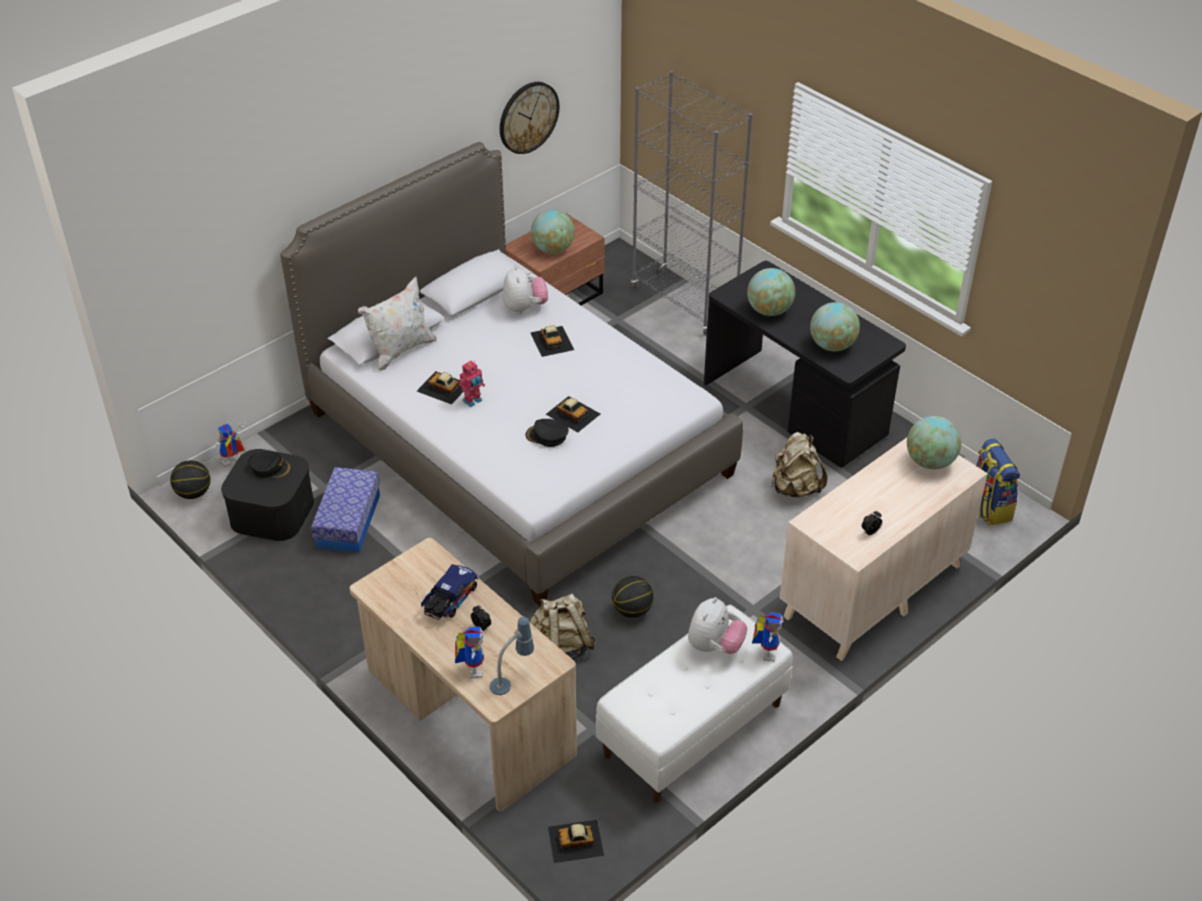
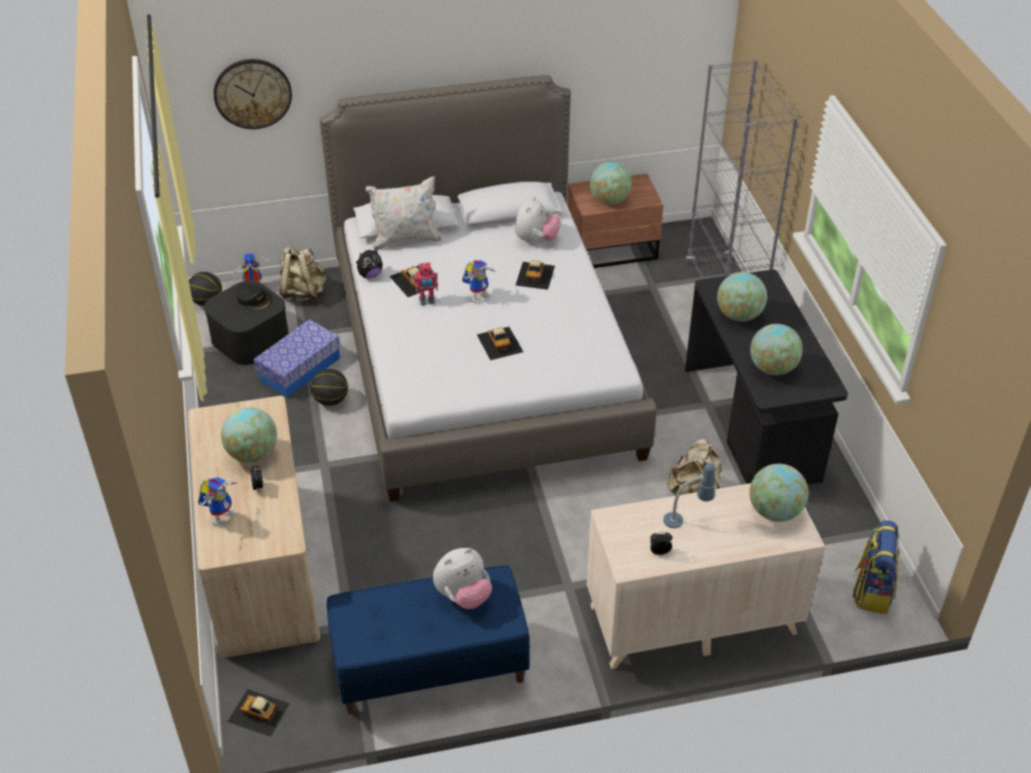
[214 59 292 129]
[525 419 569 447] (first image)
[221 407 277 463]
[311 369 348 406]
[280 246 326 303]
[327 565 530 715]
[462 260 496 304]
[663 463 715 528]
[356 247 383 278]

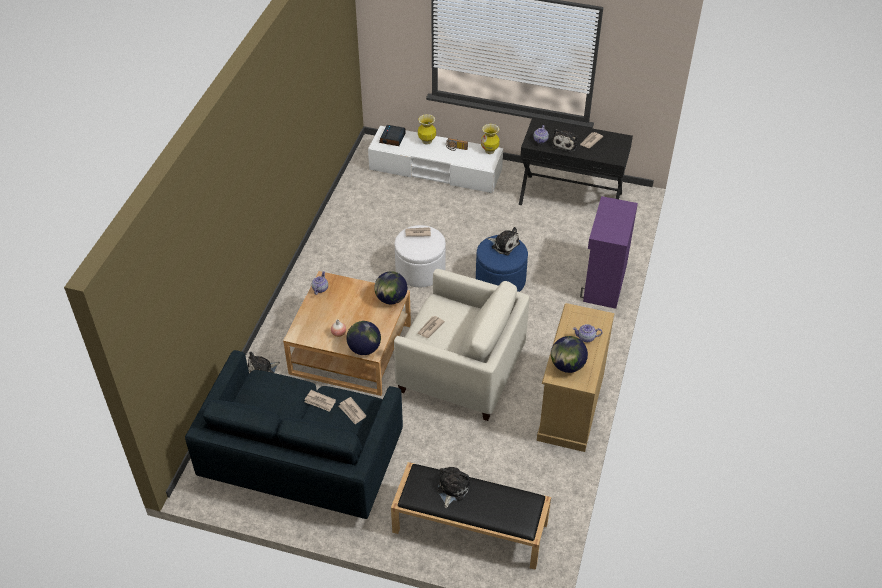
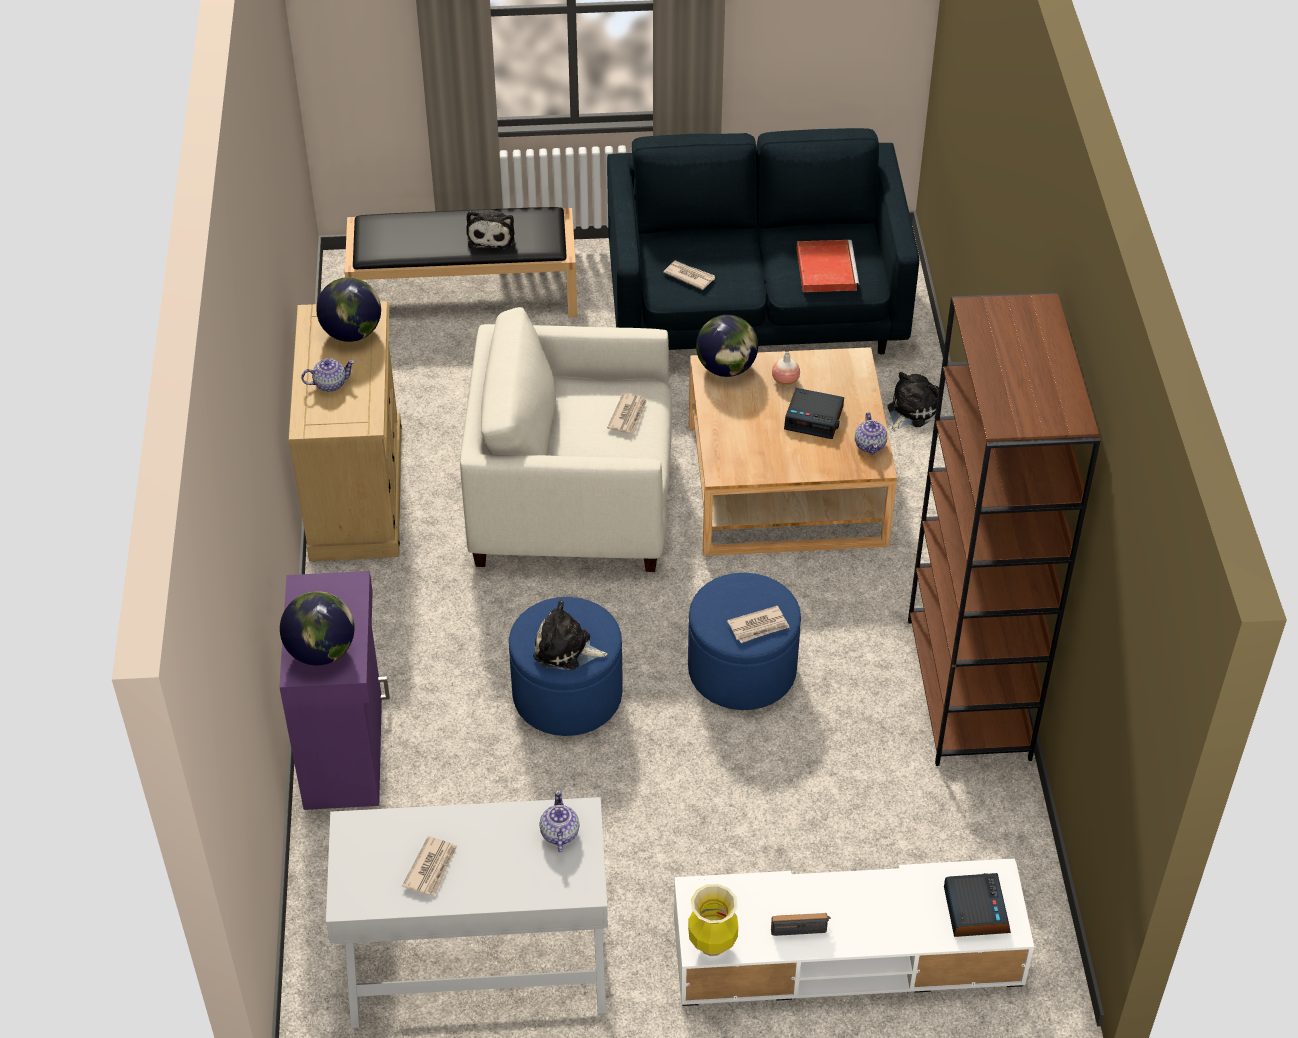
[418 114 436 145] (first image)
[326 797 608 1028]
[552 129 578 152] (first image)
[688 573 801 710]
[280 591 354 665]
[304 390 336 412] (first image)
[796 240 859 292]
[908 292 1101 766]
[784 388 844 439]

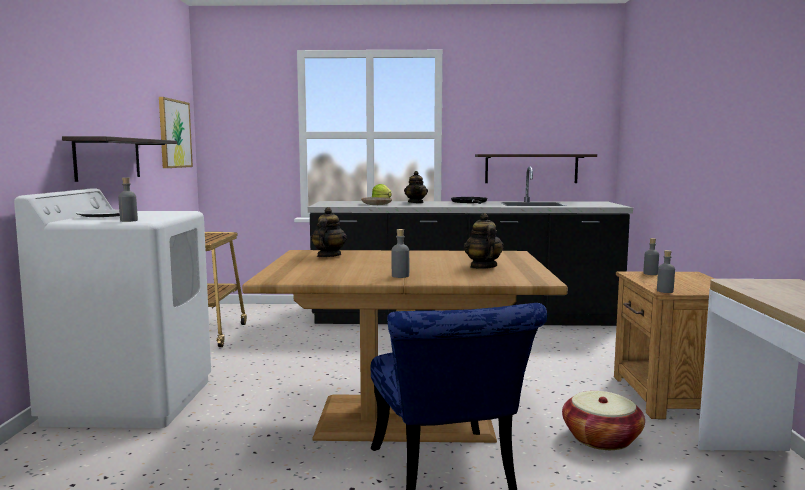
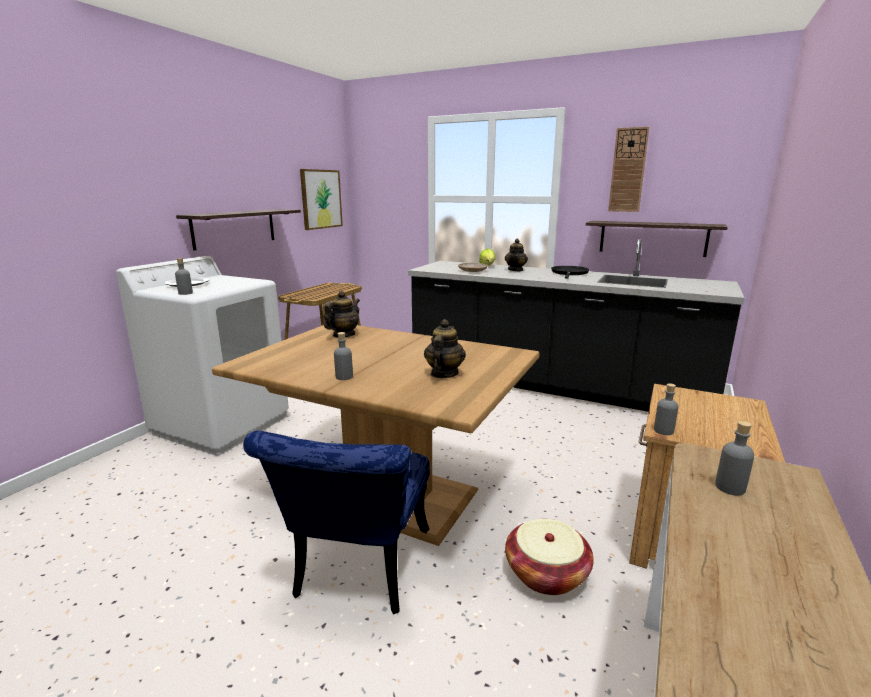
[715 421 754 496]
[608 127 649 212]

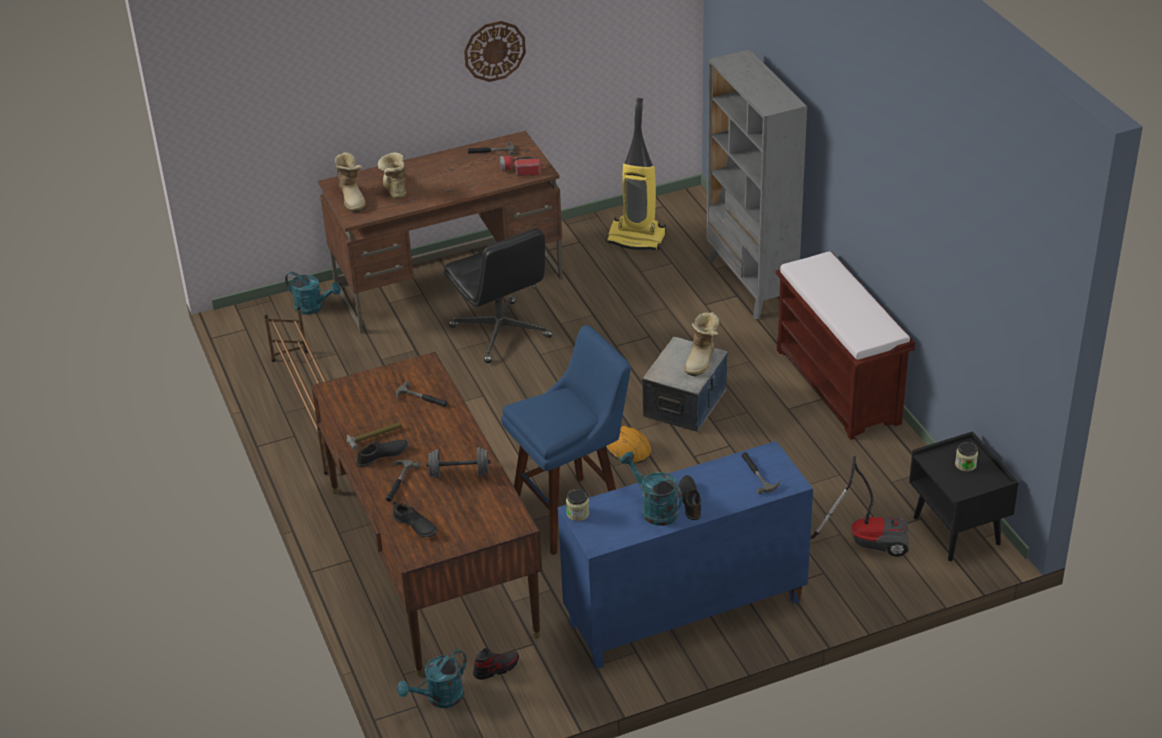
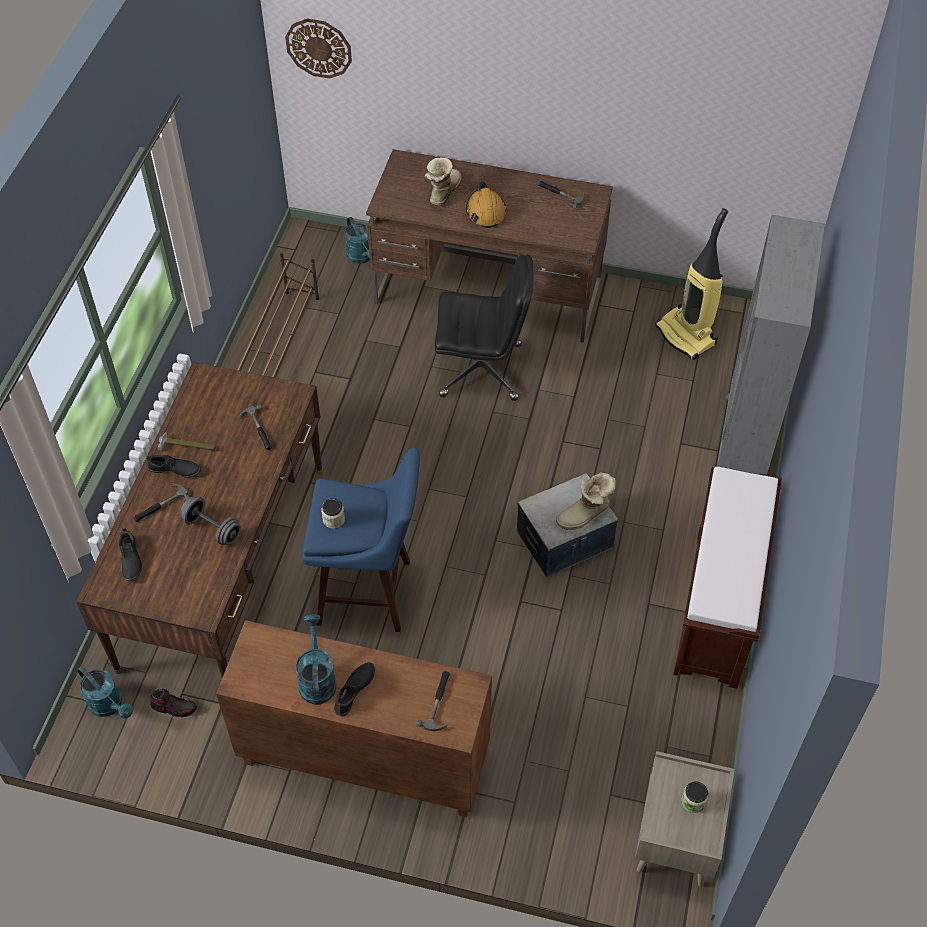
[285 19 352 79]
[335 152 366 213] (first image)
[500 156 541 176] (first image)
[435 255 533 401]
[466 181 507 228]
[635 751 735 887]
[216 620 492 818]
[810 456 909 557] (first image)
[321 498 345 528]
[77 666 133 719]

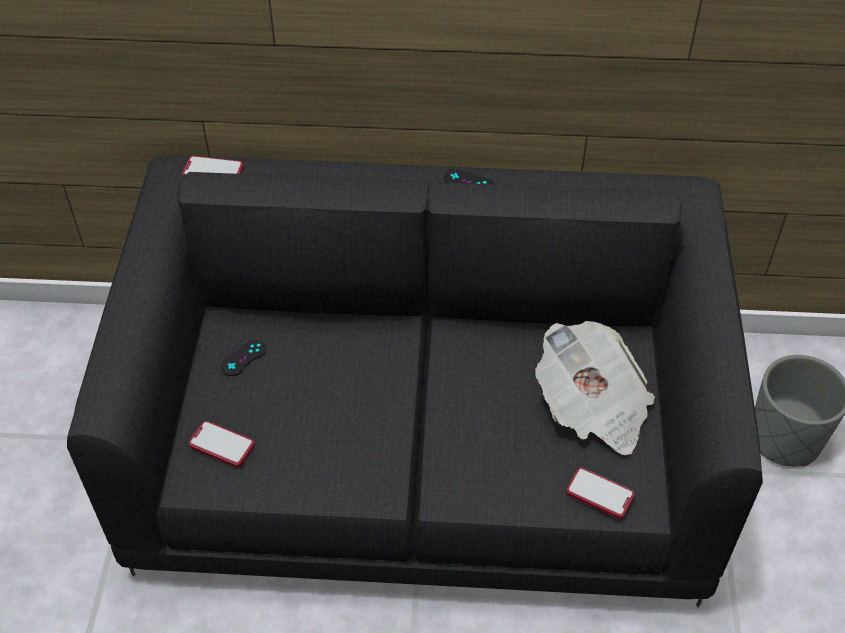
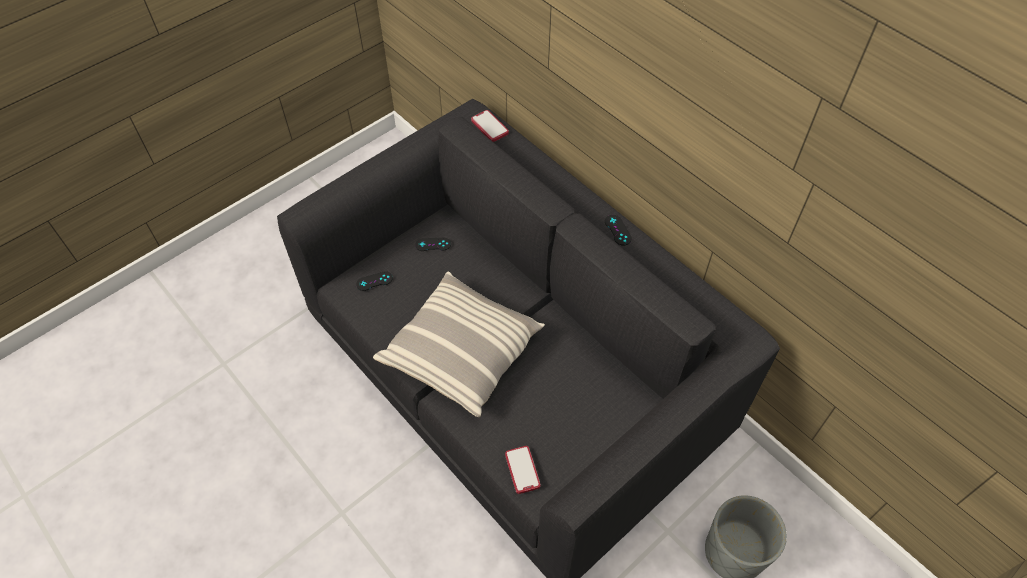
[535 321 655 455] (first image)
[356 271 393 291]
[373 272 545 417]

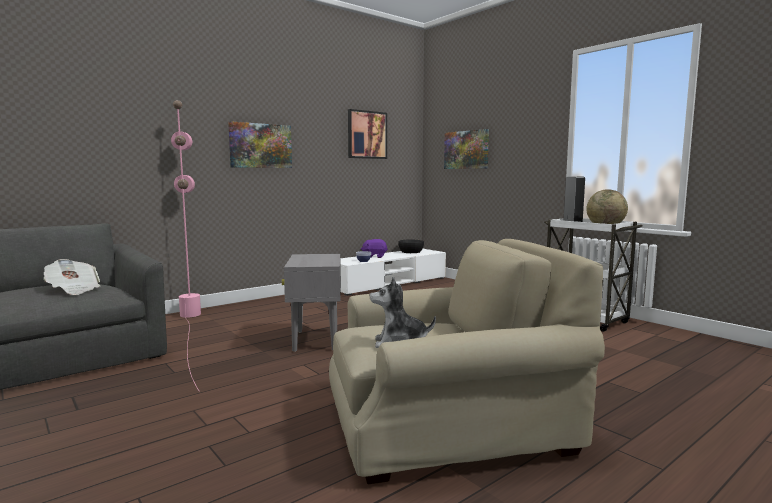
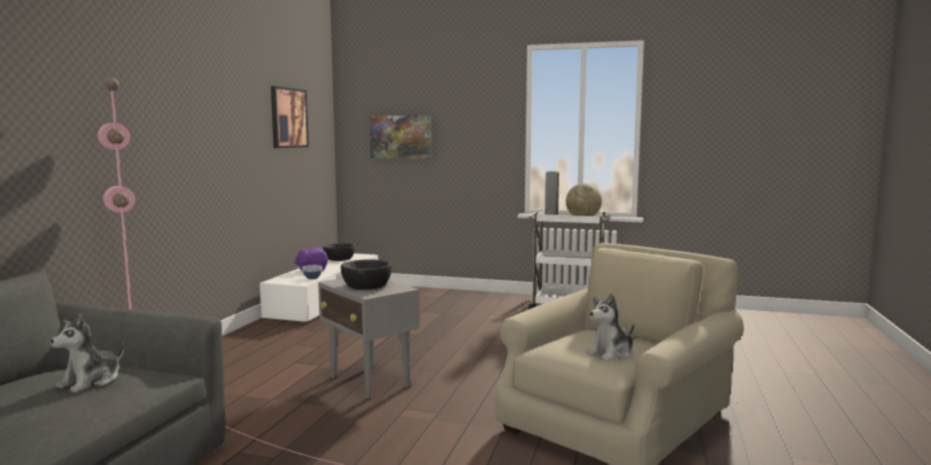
[228 121 292 168] (first image)
[50 314 124 393]
[341 259 392 290]

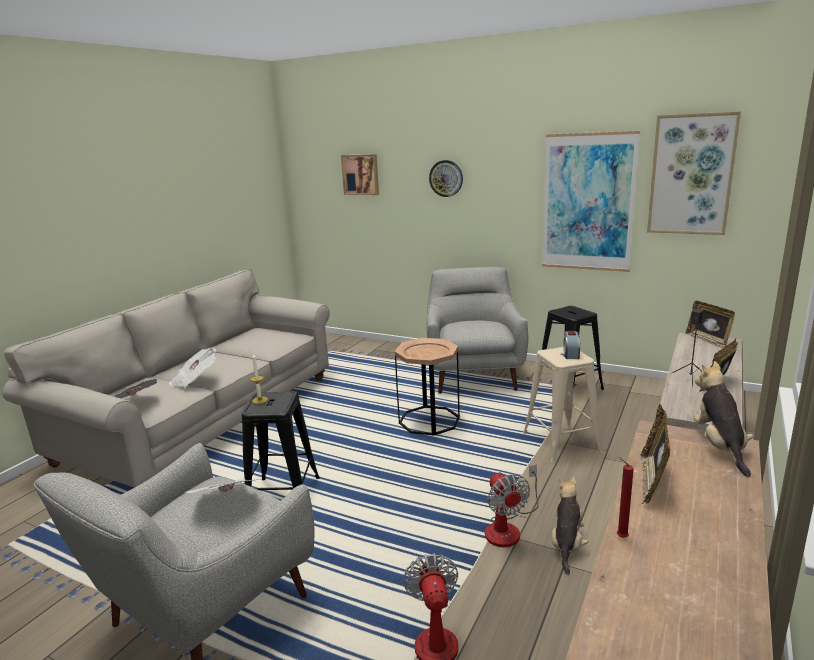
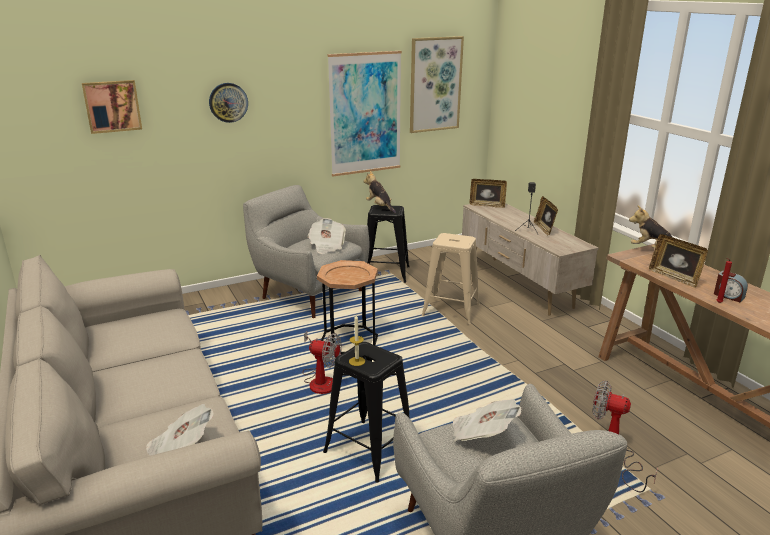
[714 271 748 302]
[308 218 346 254]
[302 331 342 394]
[363 171 396 213]

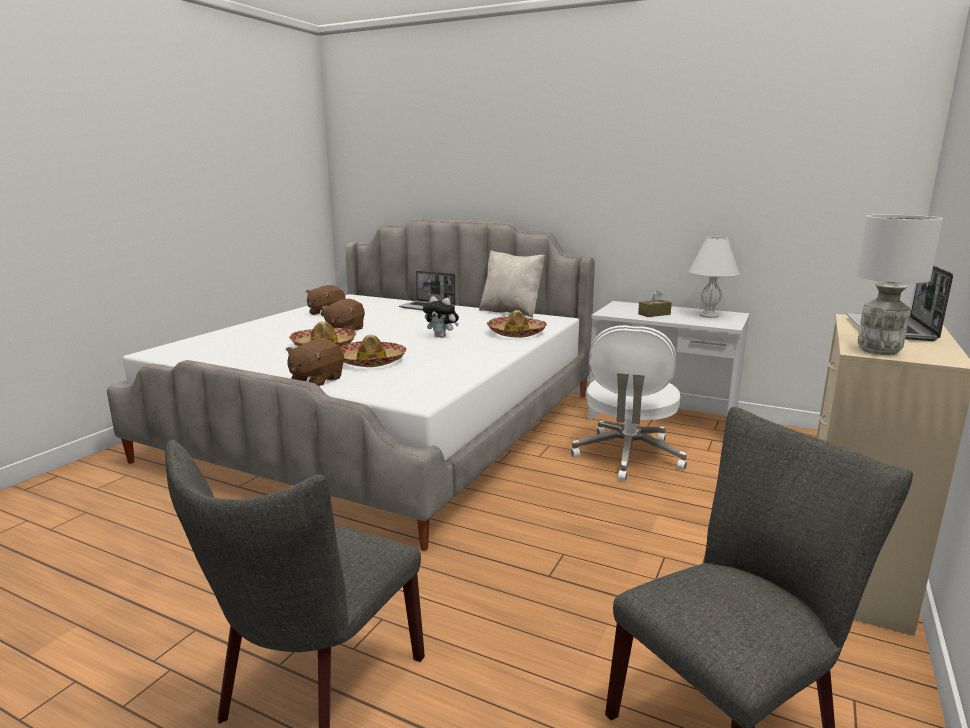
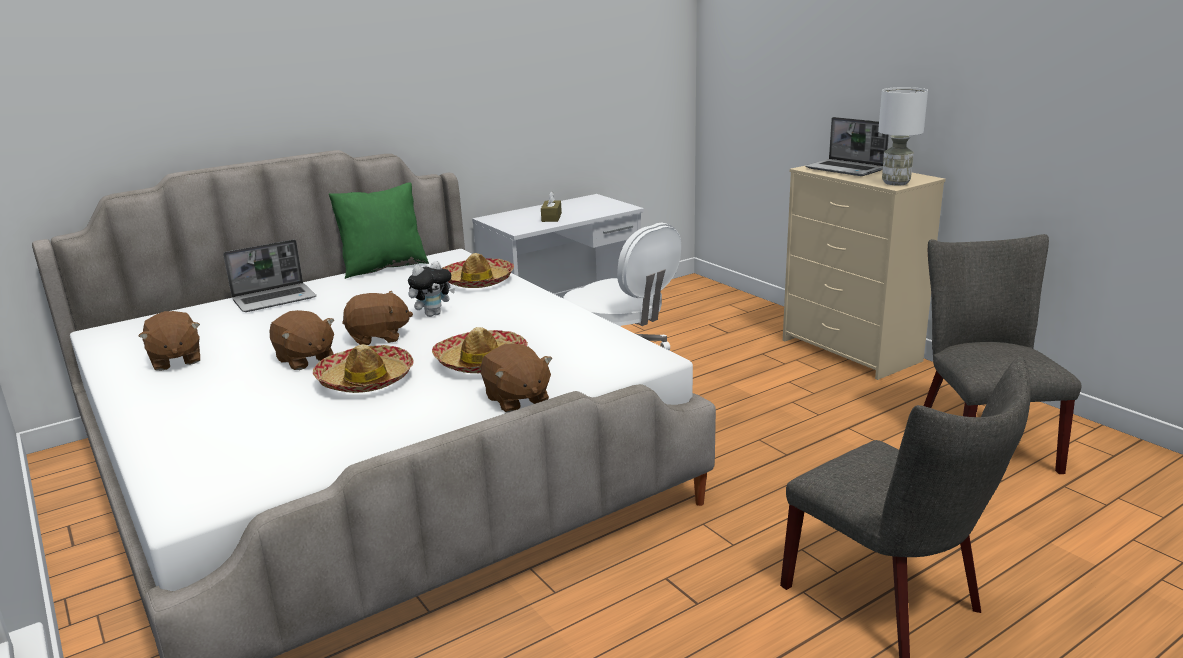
[688 236 740 318] (first image)
[329 182 429 279]
[342 291 413 345]

